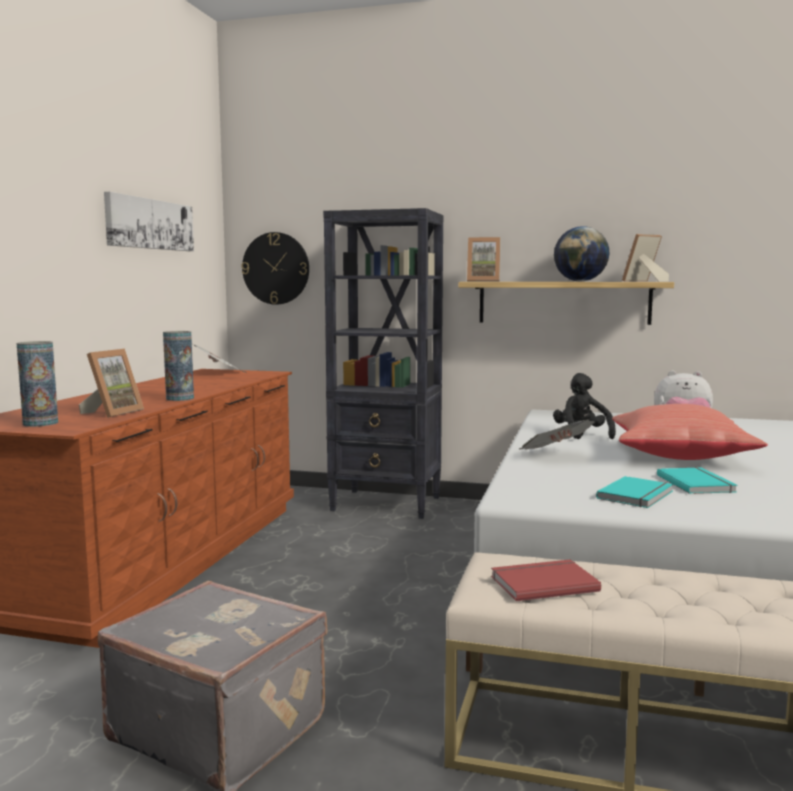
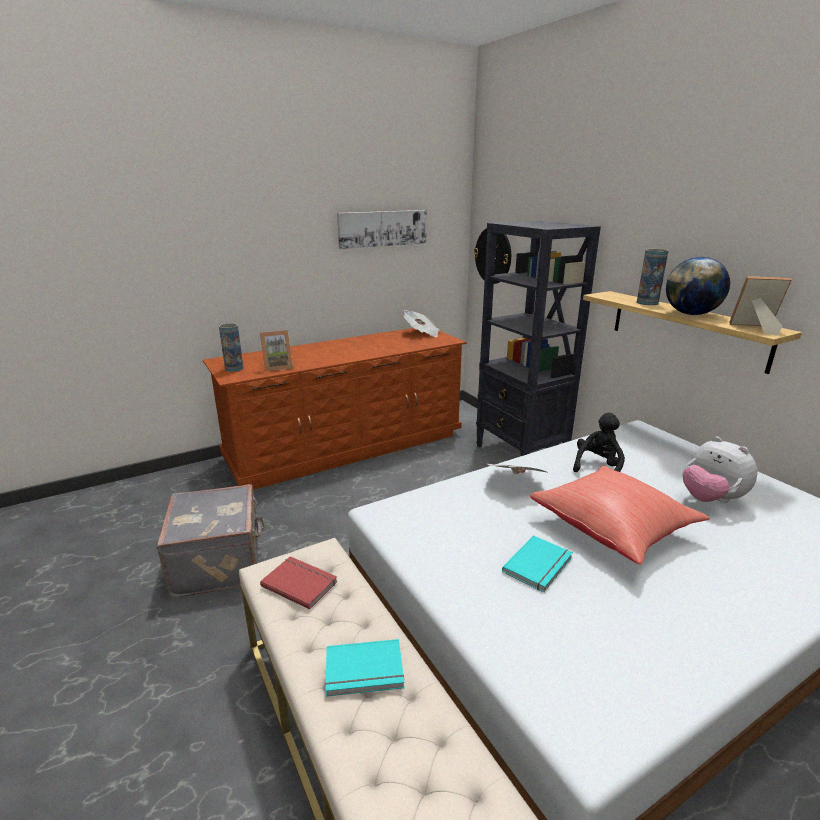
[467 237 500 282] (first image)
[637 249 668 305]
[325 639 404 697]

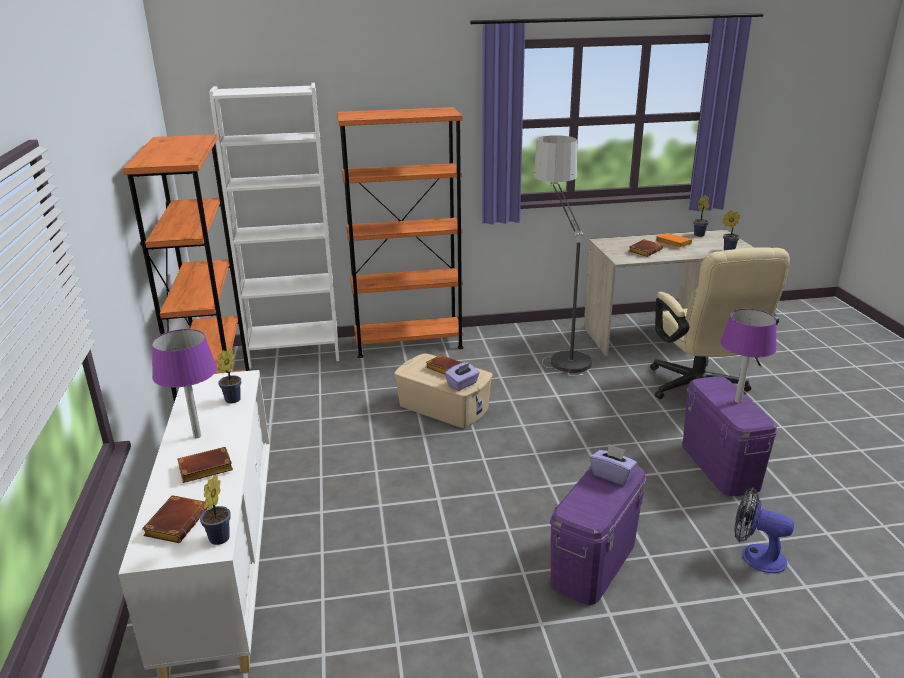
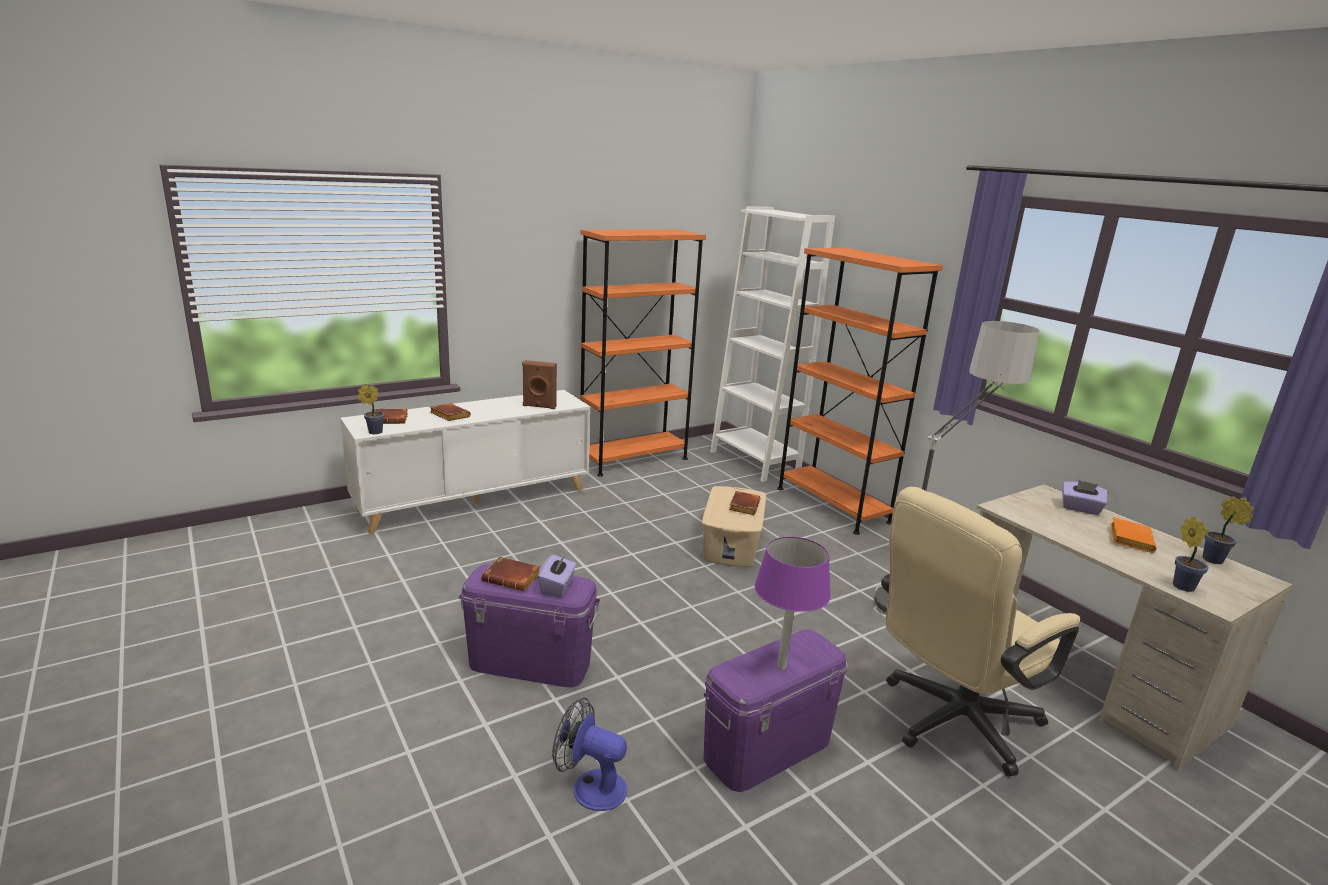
[481 557 541 591]
[152 329 217 438] (first image)
[522 360 557 409]
[1062 480 1107 515]
[552 697 627 811]

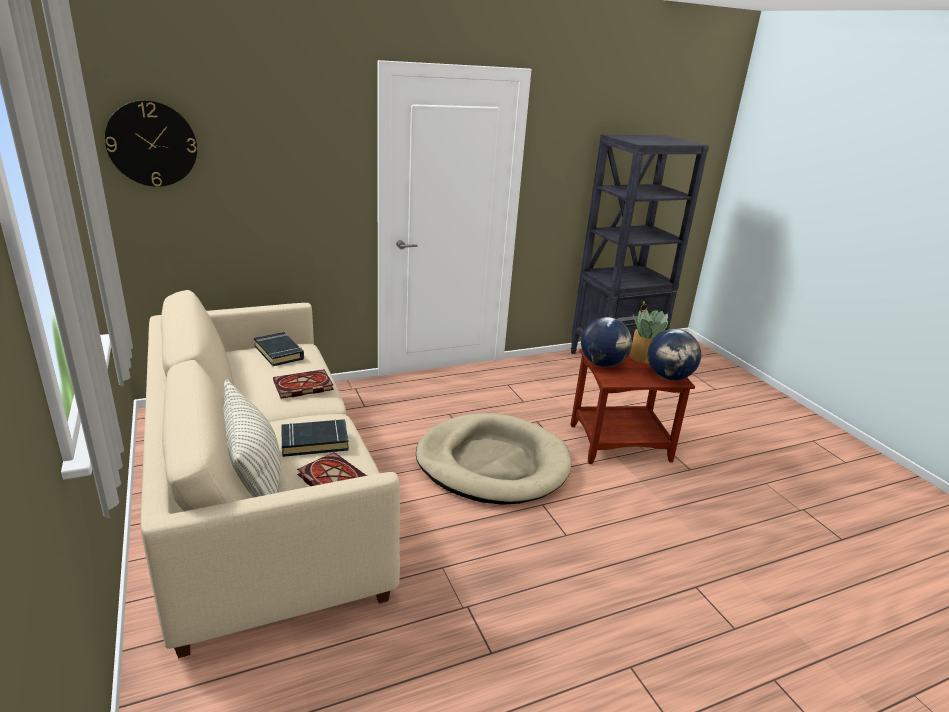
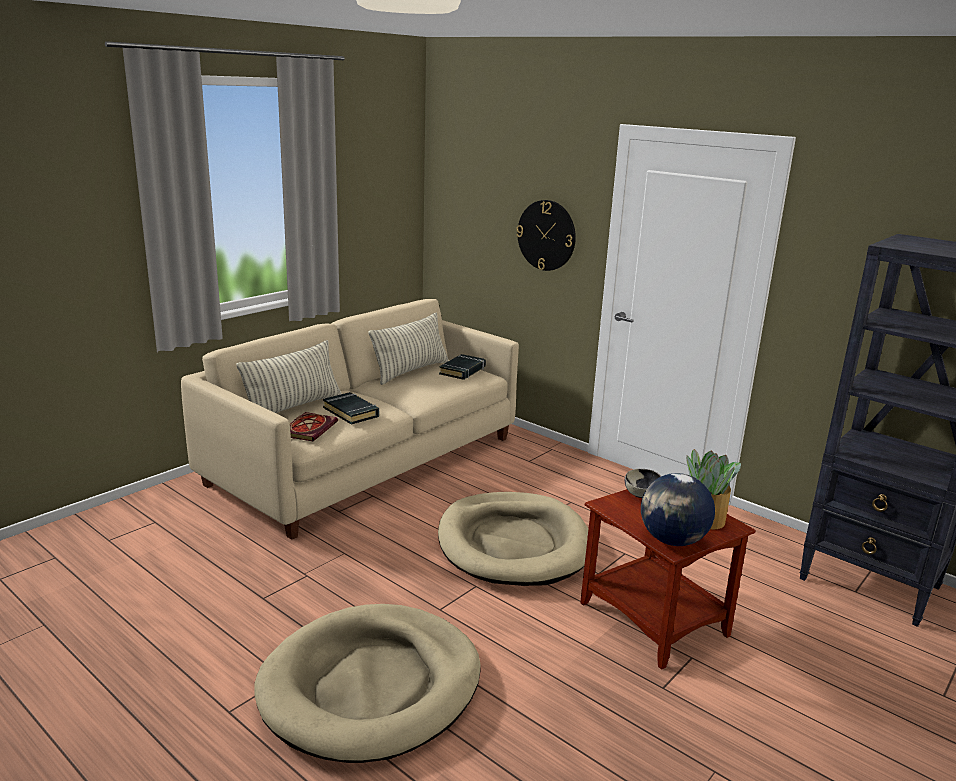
[516 200 576 271]
[625 469 661 498]
[273 369 334 399] (first image)
[369 312 449 385]
[254 604 481 763]

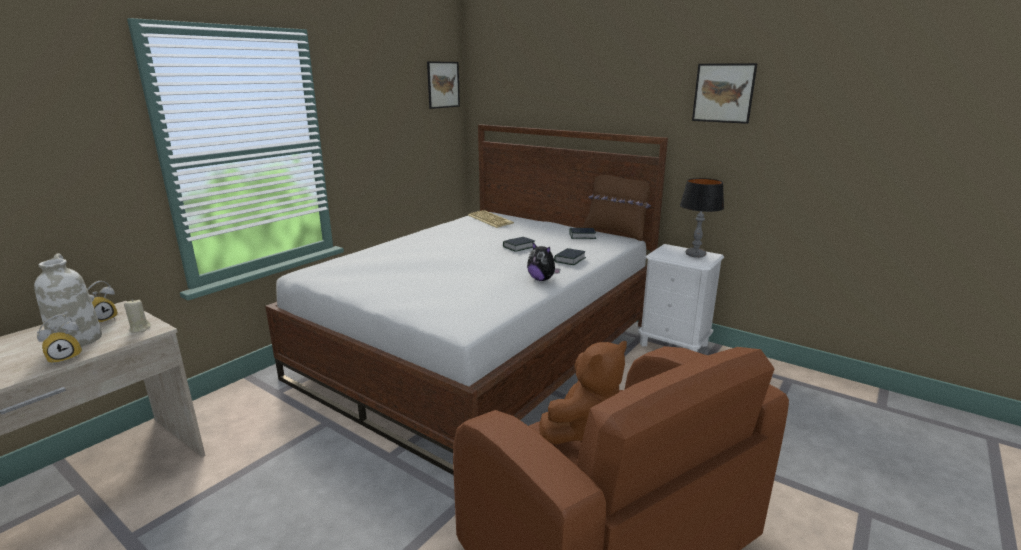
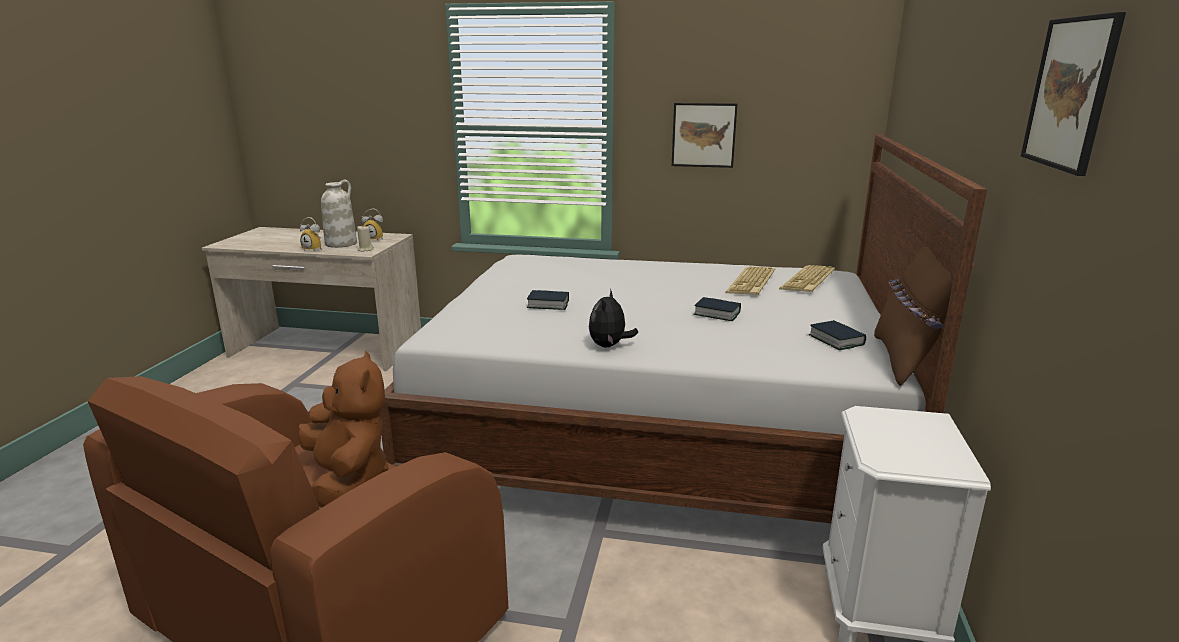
[672 103 738 168]
[680 178 724 258] (first image)
[527 290 569 310]
[298 351 389 507]
[725 266 775 295]

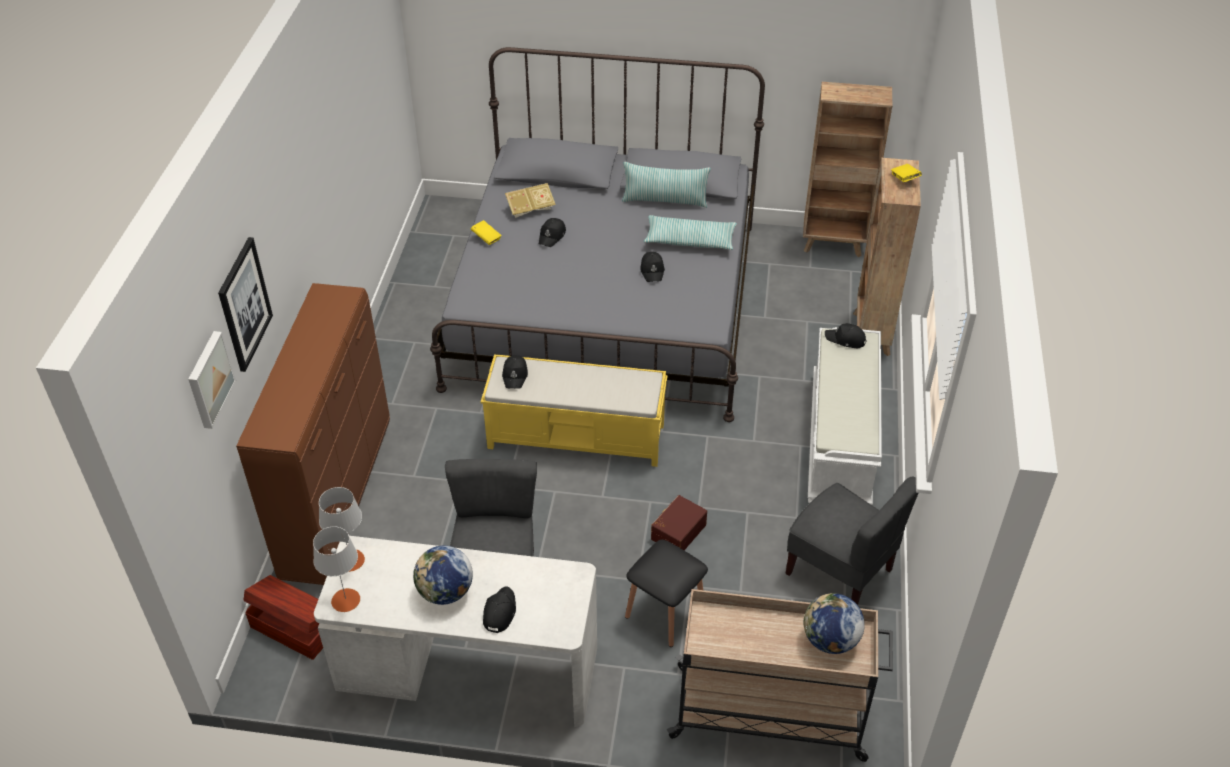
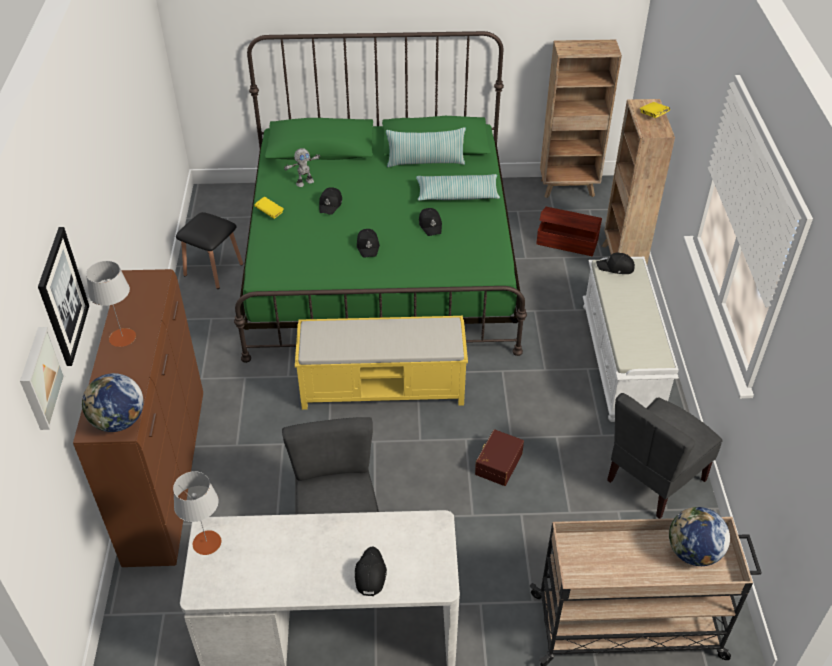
[234 31 527 363]
[284 148 321 187]
[357 229 380 258]
[607 393 723 519]
[86 261 136 347]
[176 212 243 289]
[82 373 143 432]
[536 207 602 256]

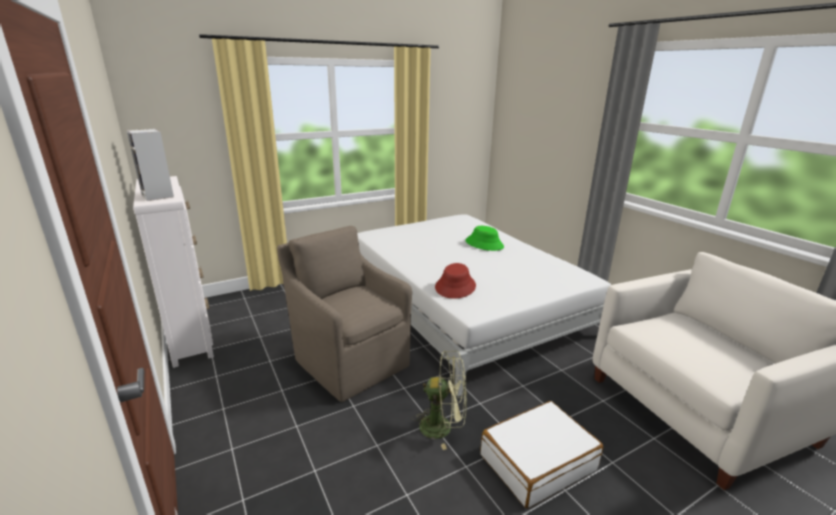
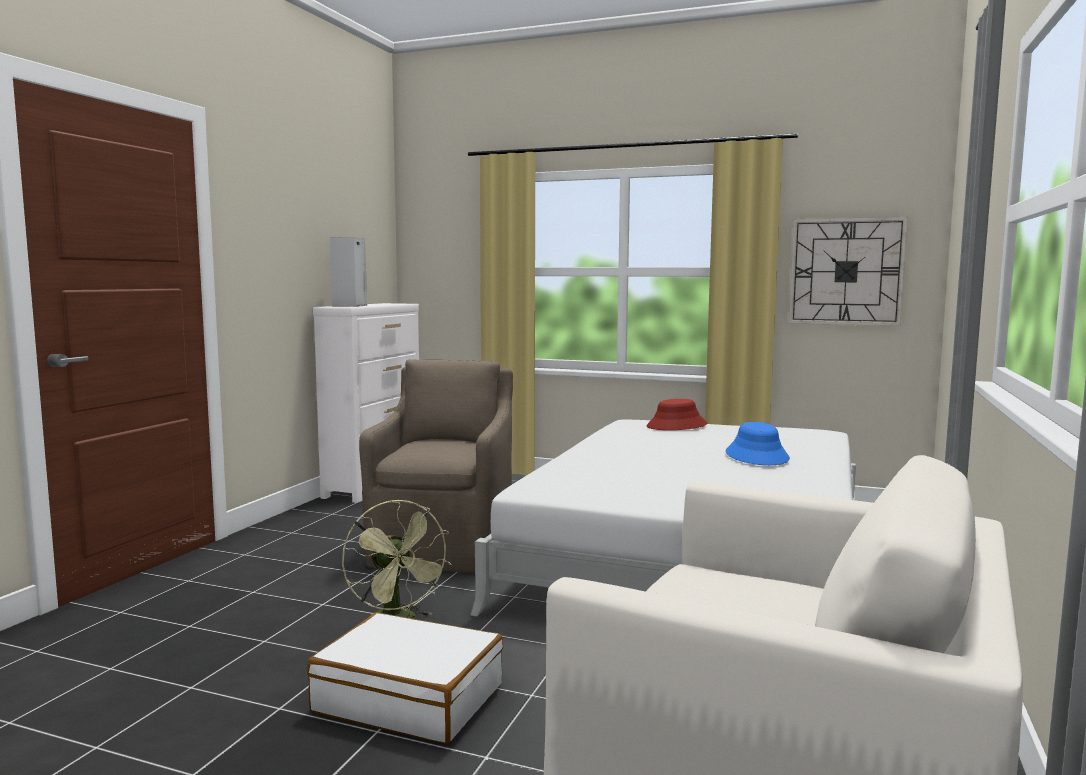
[726 422 790 465]
[647 399 707 430]
[788 217 908 326]

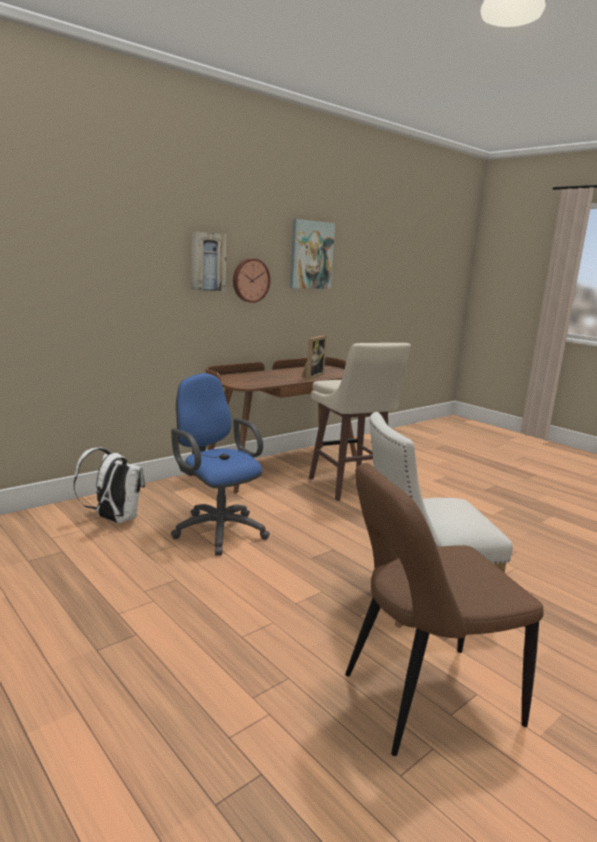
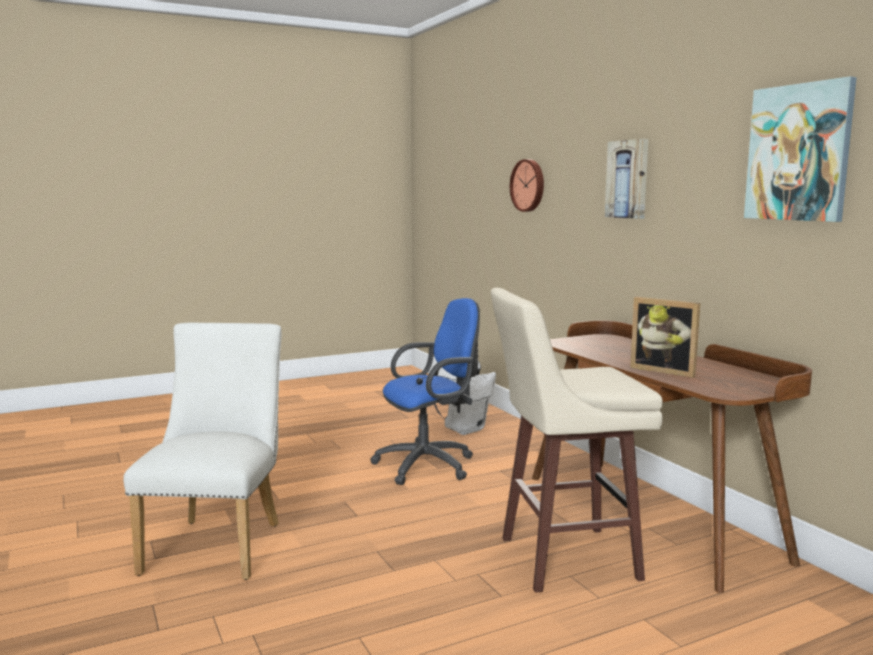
[510 159 544 212]
[345 463 544 756] (first image)

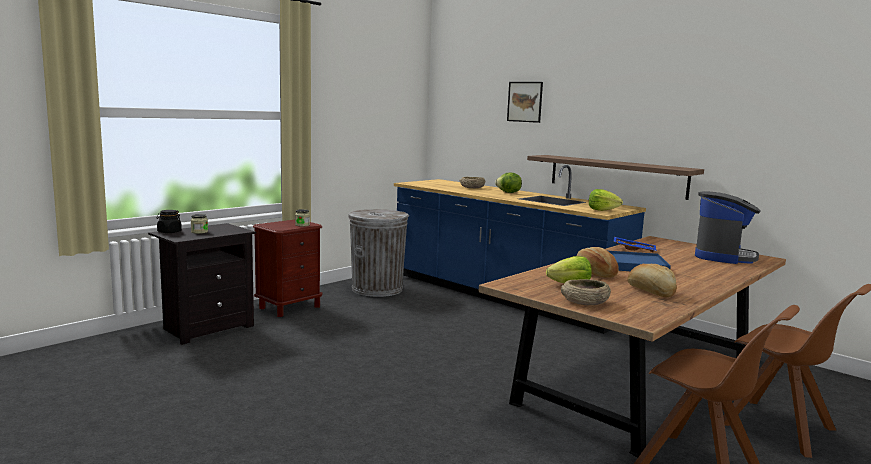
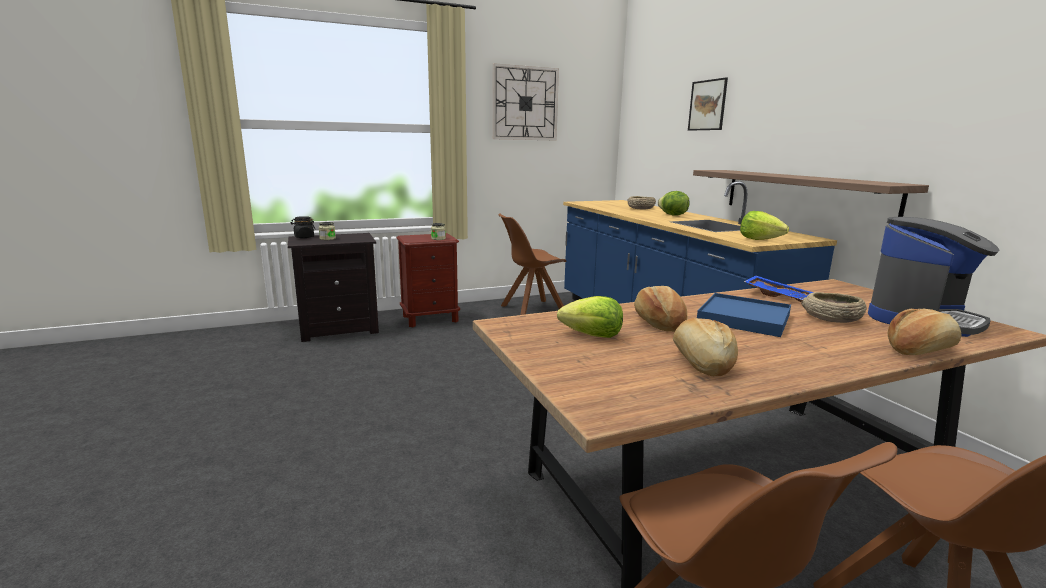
[499 213 566 315]
[801 292 867 323]
[493 63 559 140]
[888 309 962 355]

